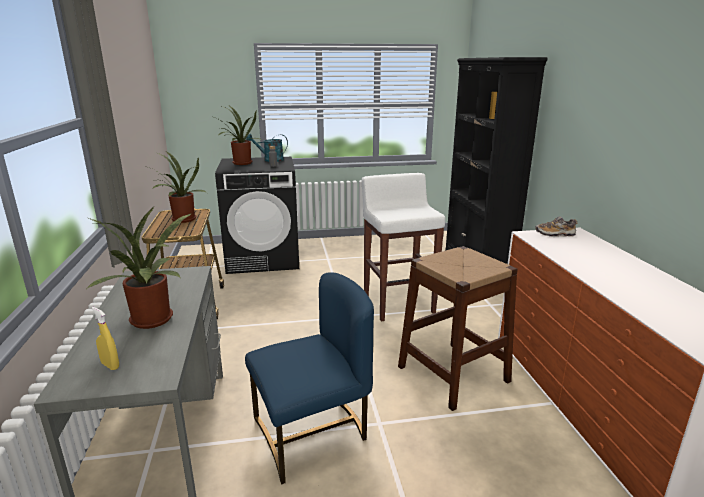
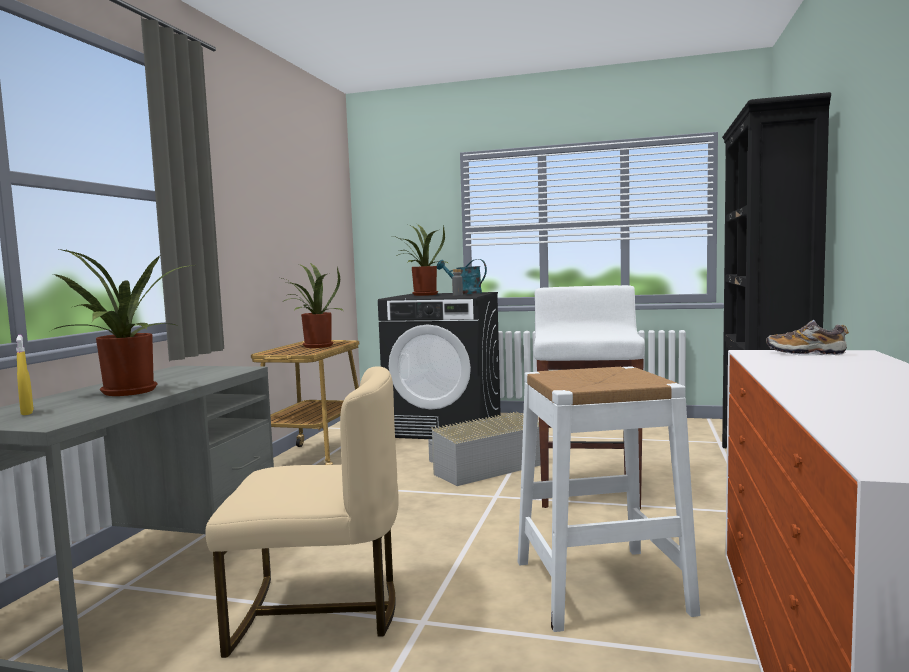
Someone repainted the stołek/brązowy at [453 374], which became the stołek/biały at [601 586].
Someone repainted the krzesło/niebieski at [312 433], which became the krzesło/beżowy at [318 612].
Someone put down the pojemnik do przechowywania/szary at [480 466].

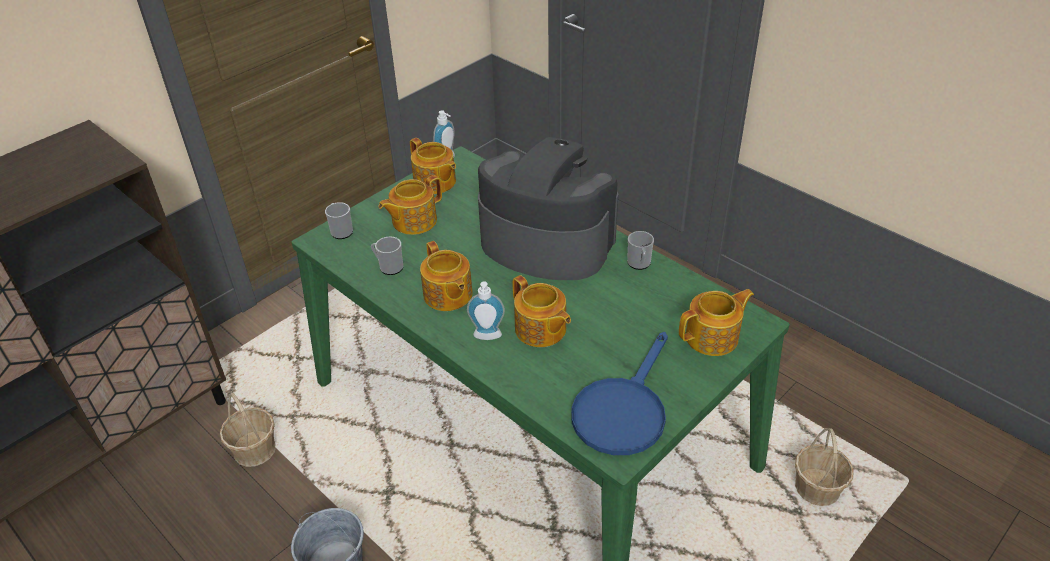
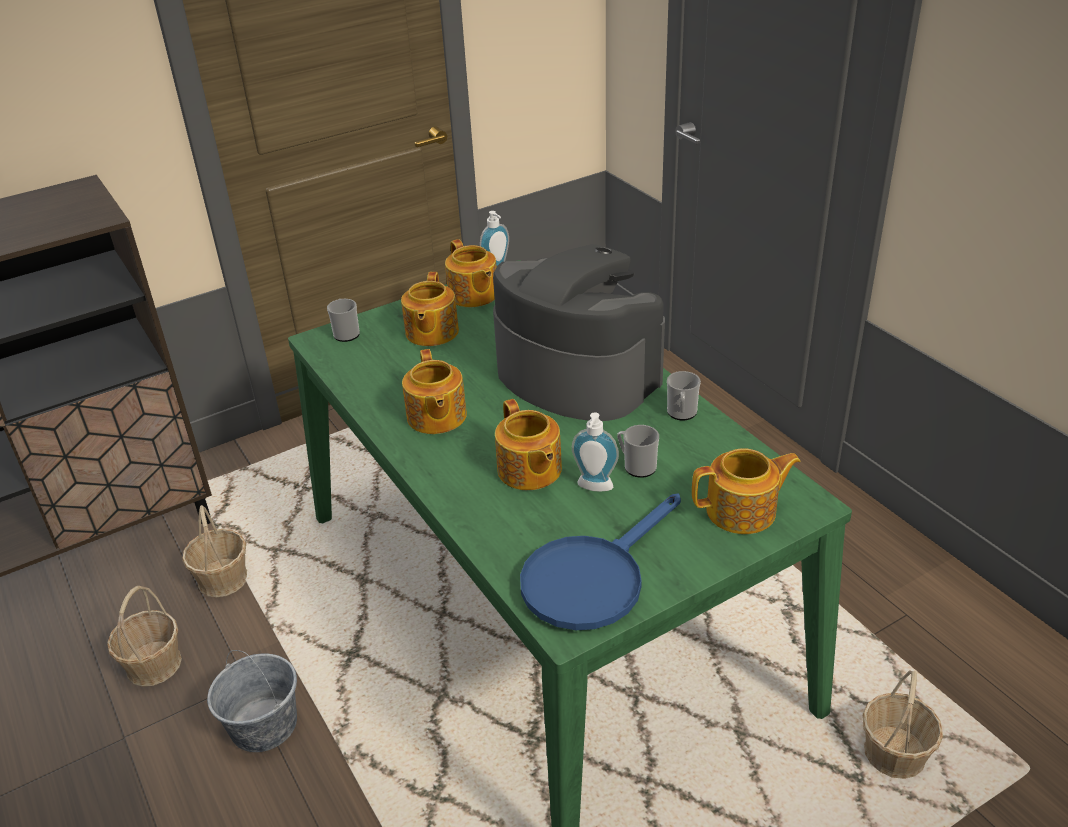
Someone rotated the imbryk at [413 221] by 60 degrees counterclockwise.
Someone carried the kubek from [389 267] to [636 466].
Someone carried the dozownik mydła from [487 337] to [594 488].
Someone put down the koszyk at [153 665].

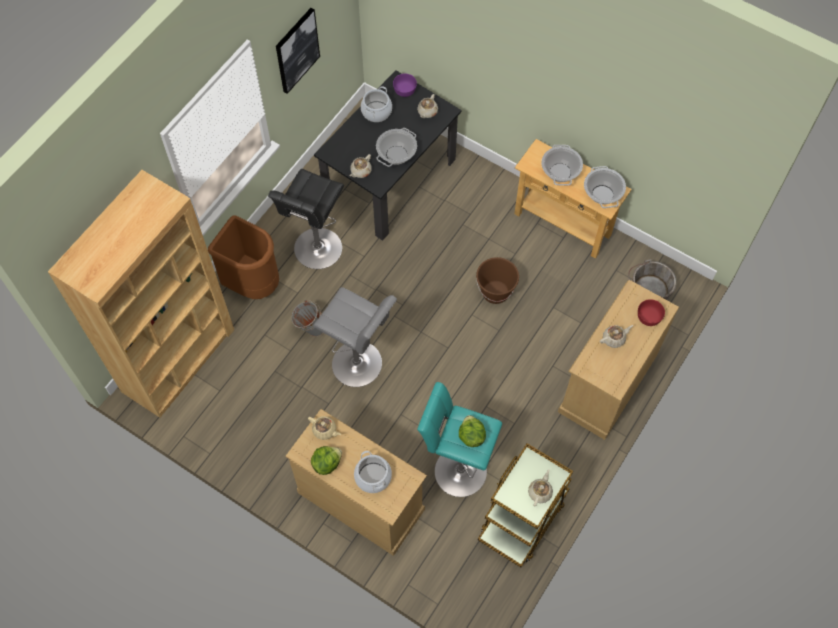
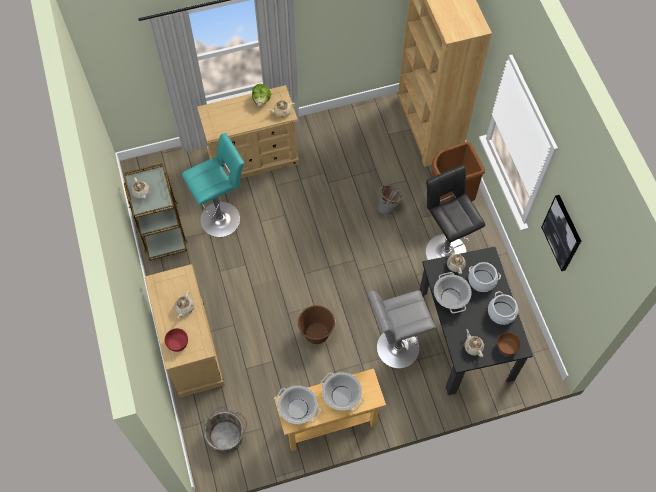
Someone repainted the miska/fioletowy at [404 90], which became the miska/brązowy at [506 346].
Someone carried the stołek/szary from [360 365] to [394 349].
Someone took away the sałata at [471 436].
Someone carried the garnek from [373 477] to [482 280].

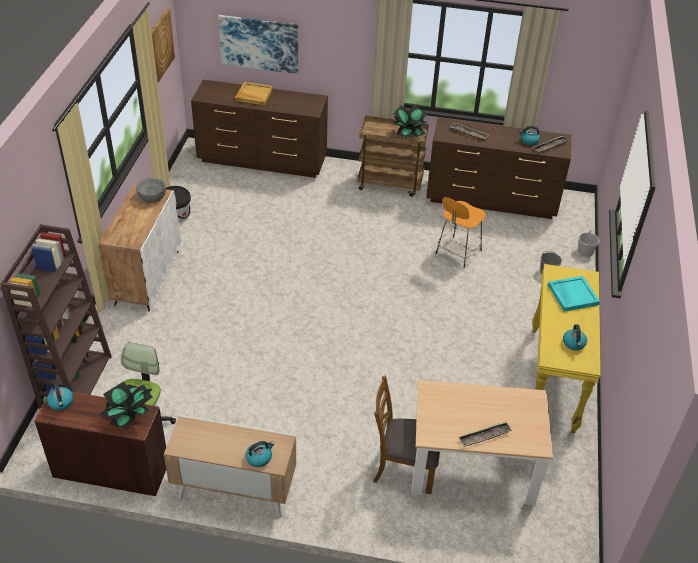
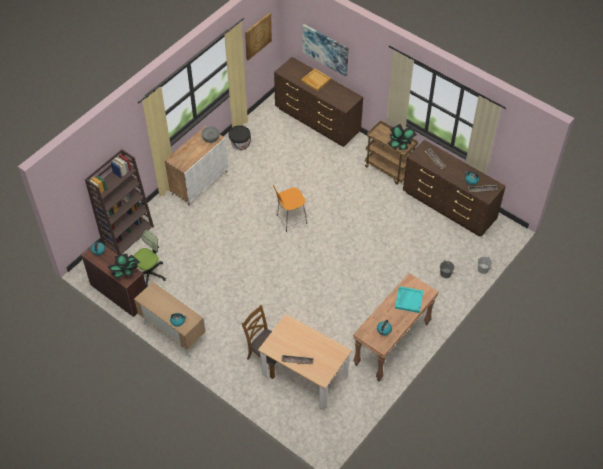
Someone carried the stołek/pomarańczowy from [457 252] to [290 220].
Someone repainted the stolik konsolowy/żółty at [553 379], which became the stolik konsolowy/brązowy at [392 345].

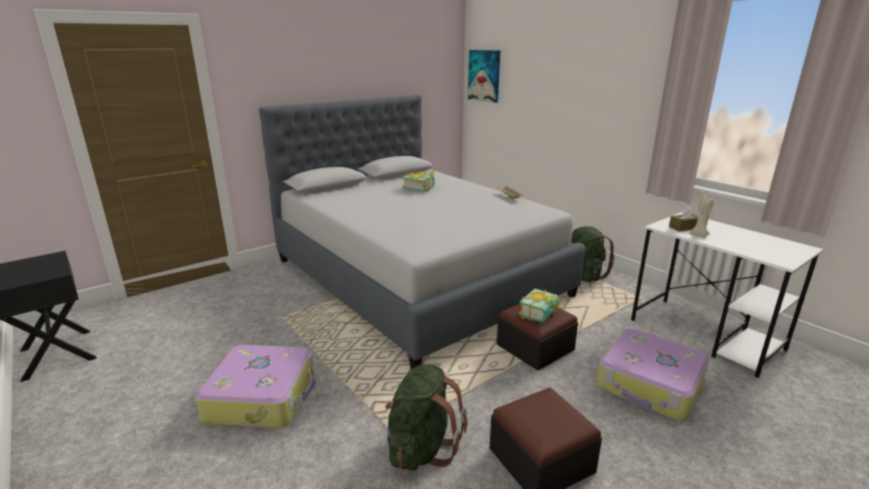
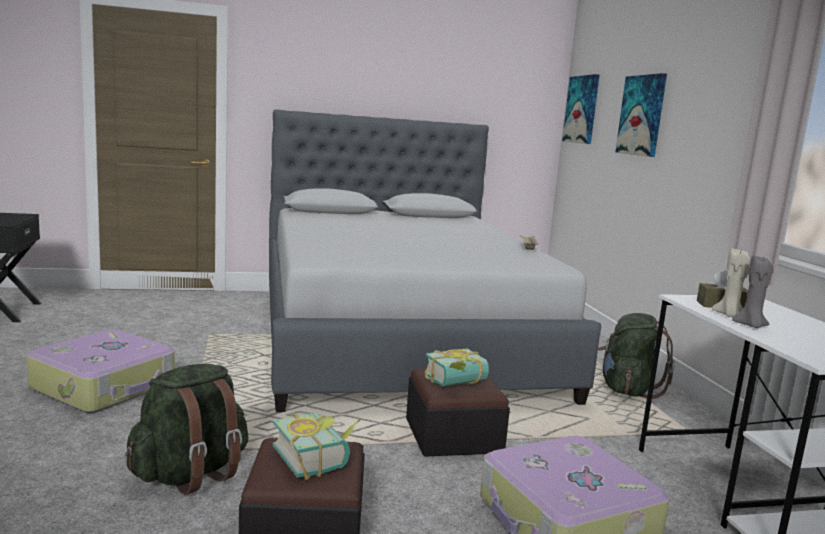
Someone carried the książka from [420 188] to [317 458].
Someone put up the obraz at [642 115].
Someone put down the świeca/szary at [750 325].

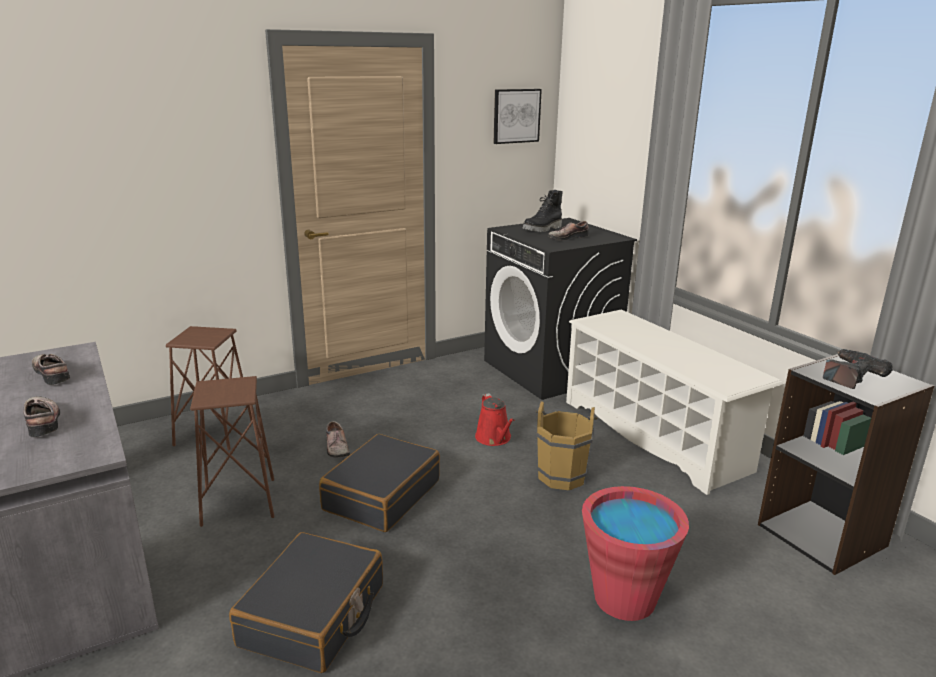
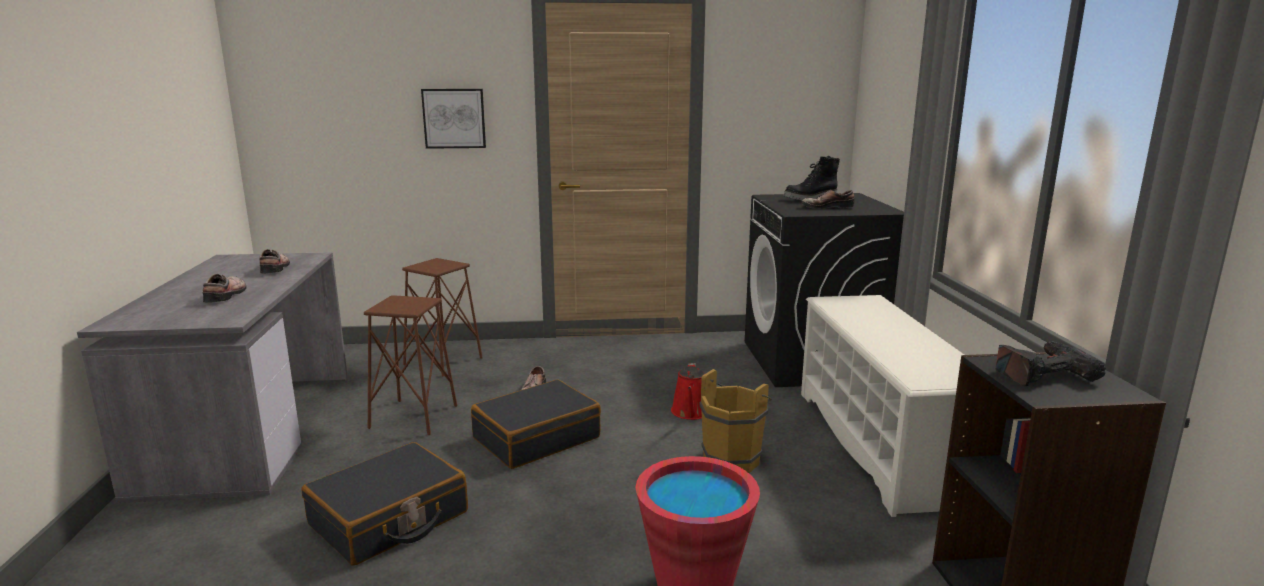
Someone carried the obraz from [516 116] to [454 118].

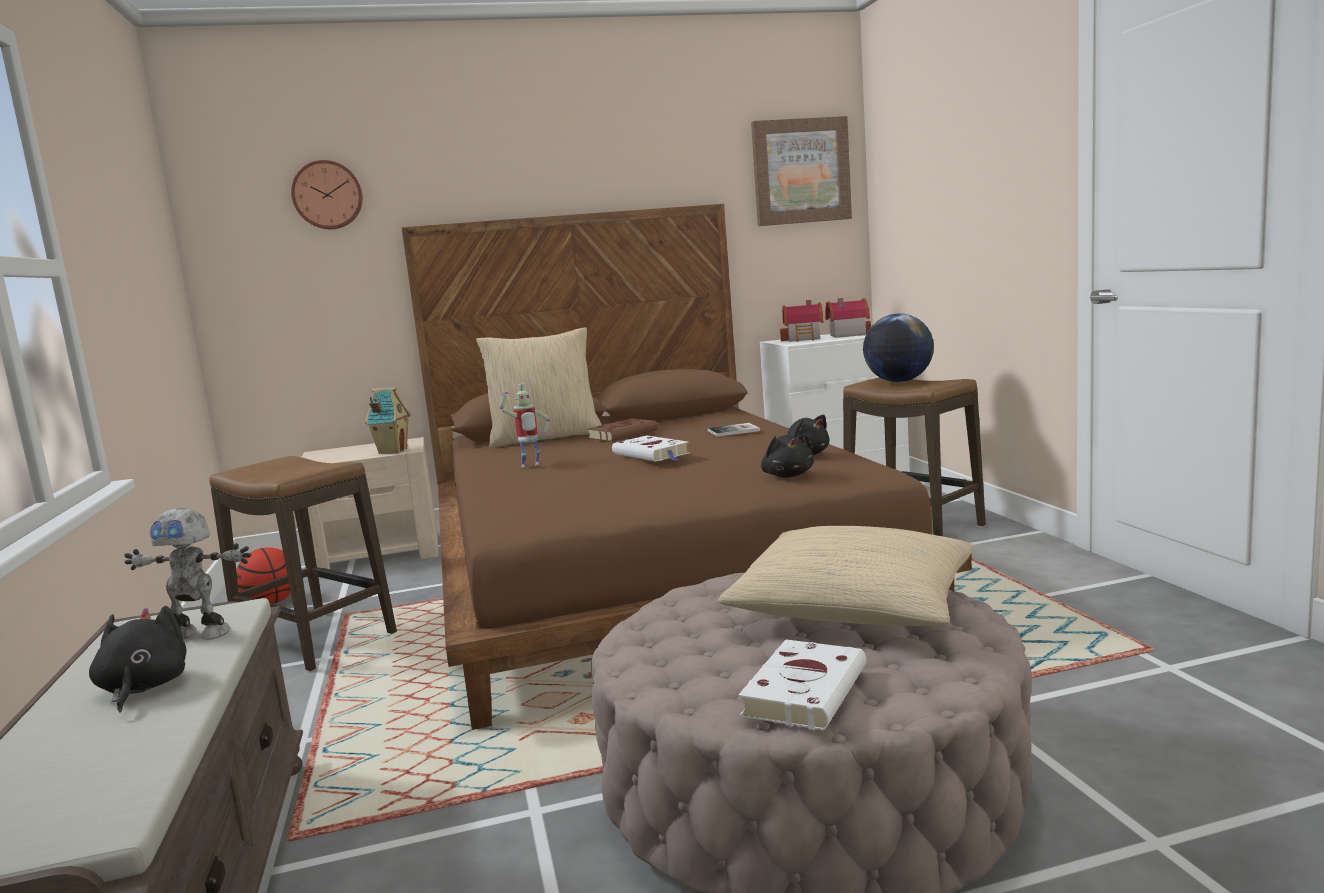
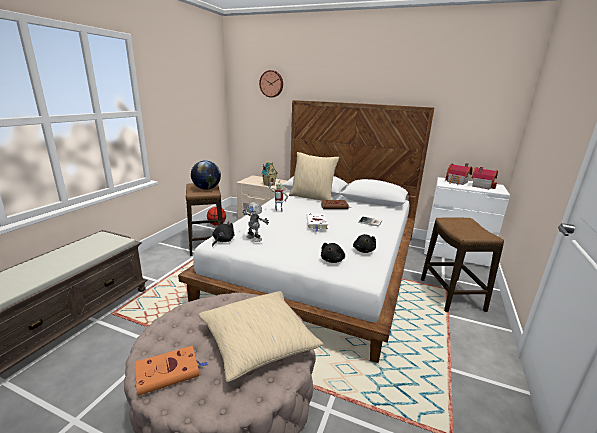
Someone took away the obraz at [801 171].
Someone repainted the łóżko/brązowy at [648 571], which became the łóżko/biały at [320 265].
Someone carried the globus from [899 382] to [206 189].
Someone carried the robot zabawkowy from [200 633] to [254 238].
Someone carried the pluszak/czarny from [143 688] to [222 241].
Someone repainted the książka/biały at [806 690], which became the książka/pomarańczowy at [170 372].

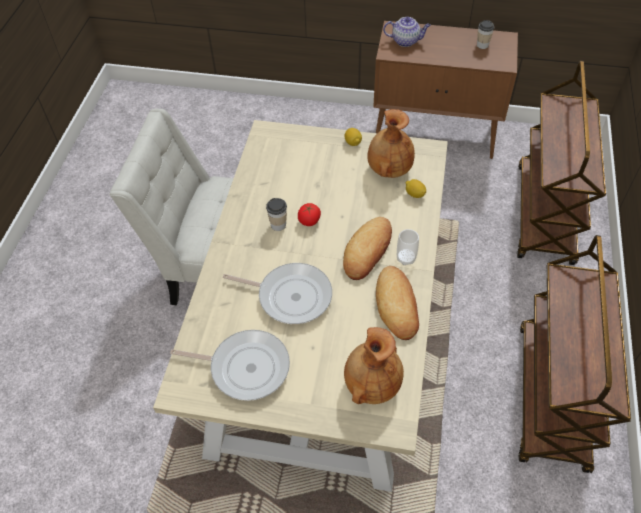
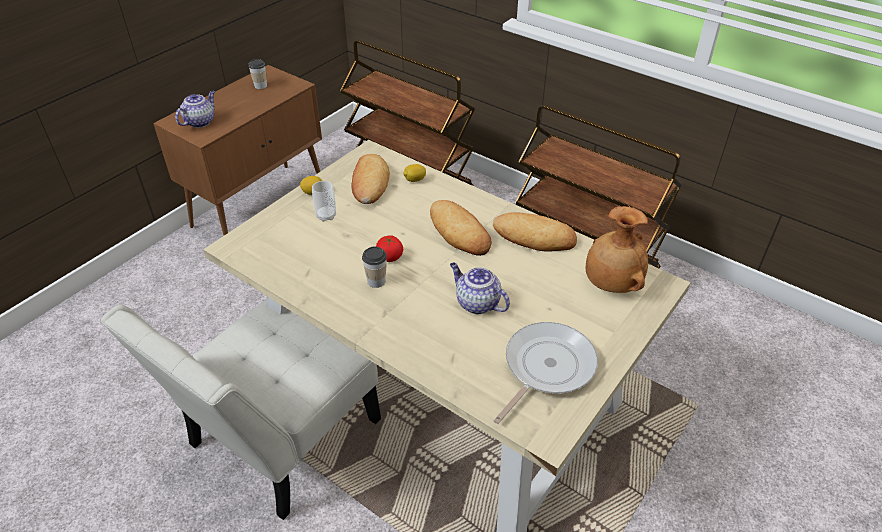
Someone swapped the wazon/brązowy at [388 169] for the chleb at [369 183].
Someone carried the filiżanka from [406 258] to [326 216].
Someone swapped the patelnia at [290 296] for the imbryk at [476 303].

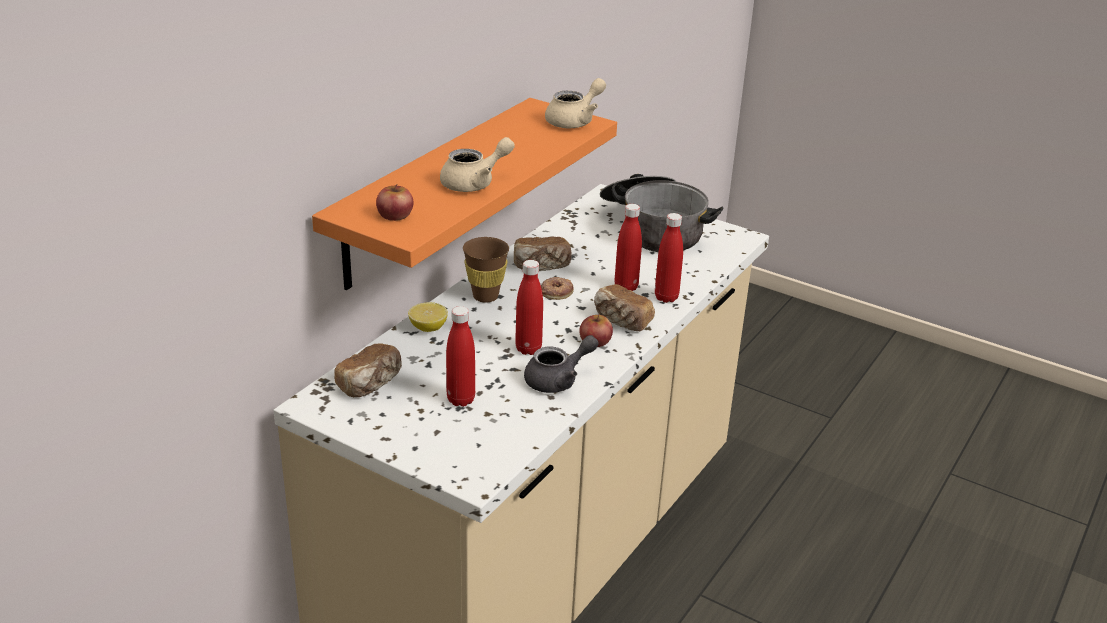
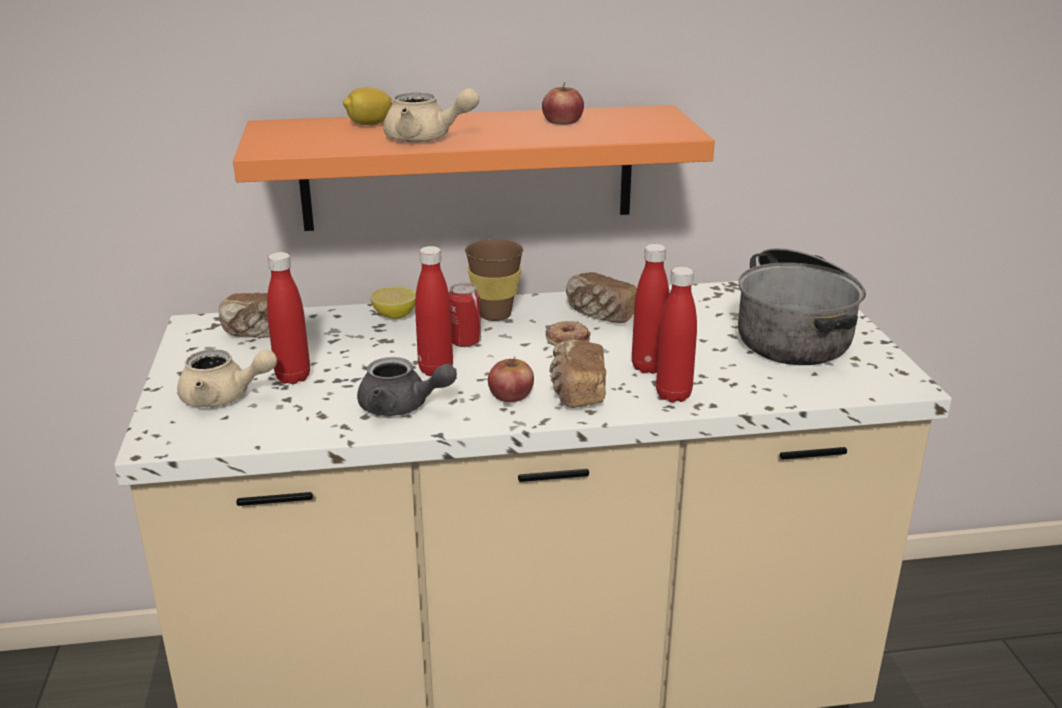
Someone carried the imbryk/beżowy from [575 121] to [224 397].
Someone carried the jabłko from [395 215] to [562 121].
Someone put down the cytryna at [369 124].
Someone put down the puszka at [465 342].

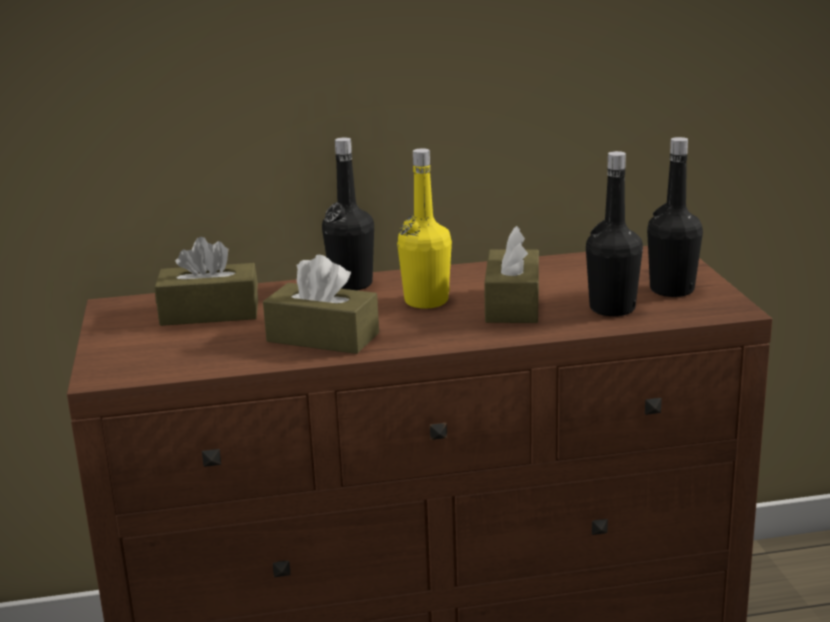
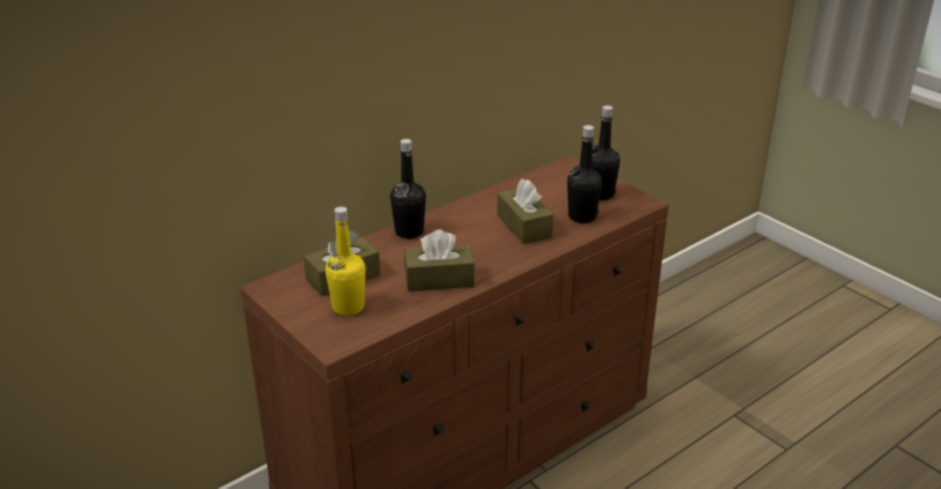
Someone carried the butelka/żółty from [426 301] to [348 307].

